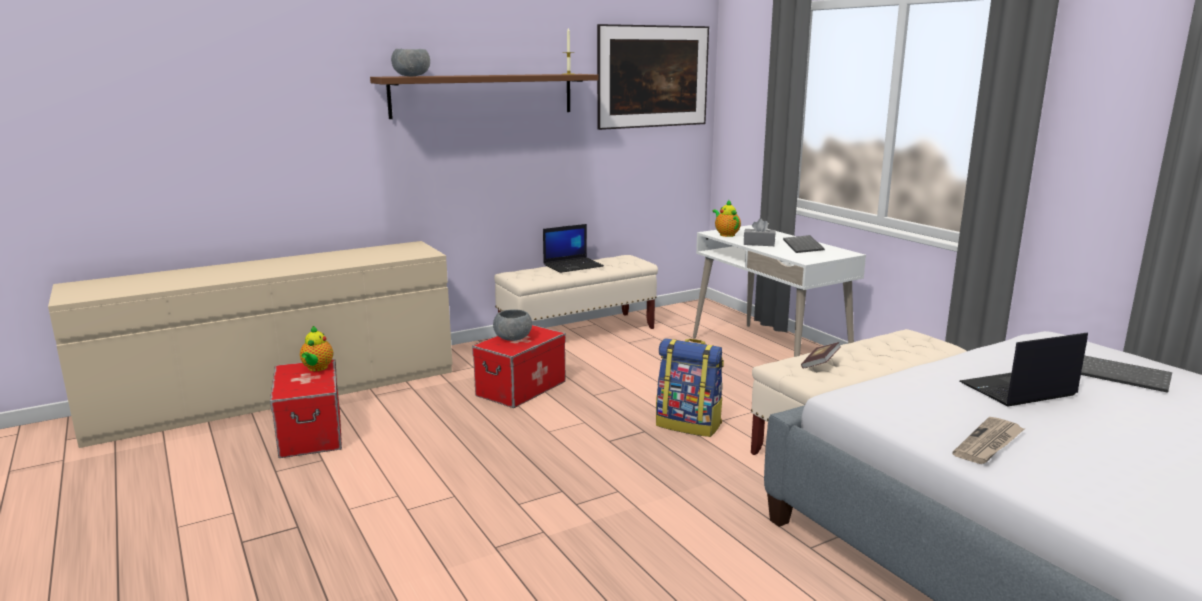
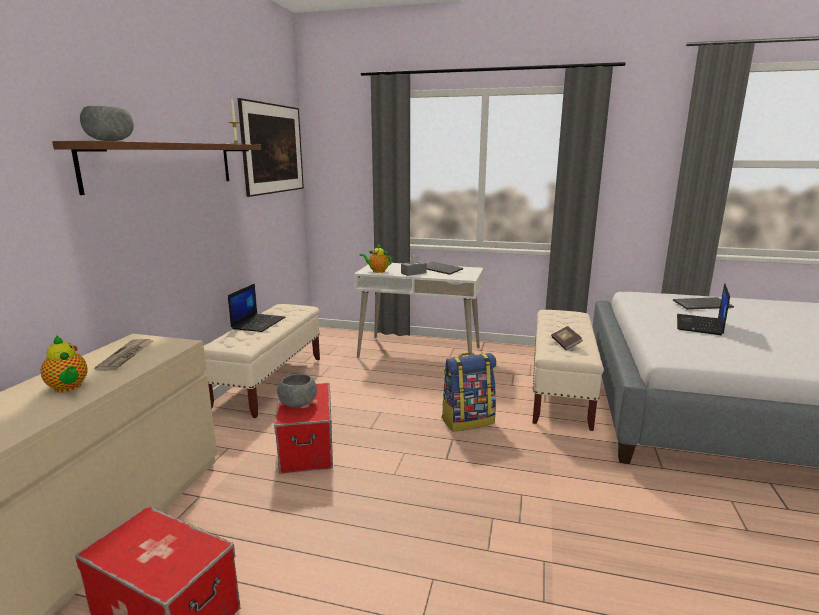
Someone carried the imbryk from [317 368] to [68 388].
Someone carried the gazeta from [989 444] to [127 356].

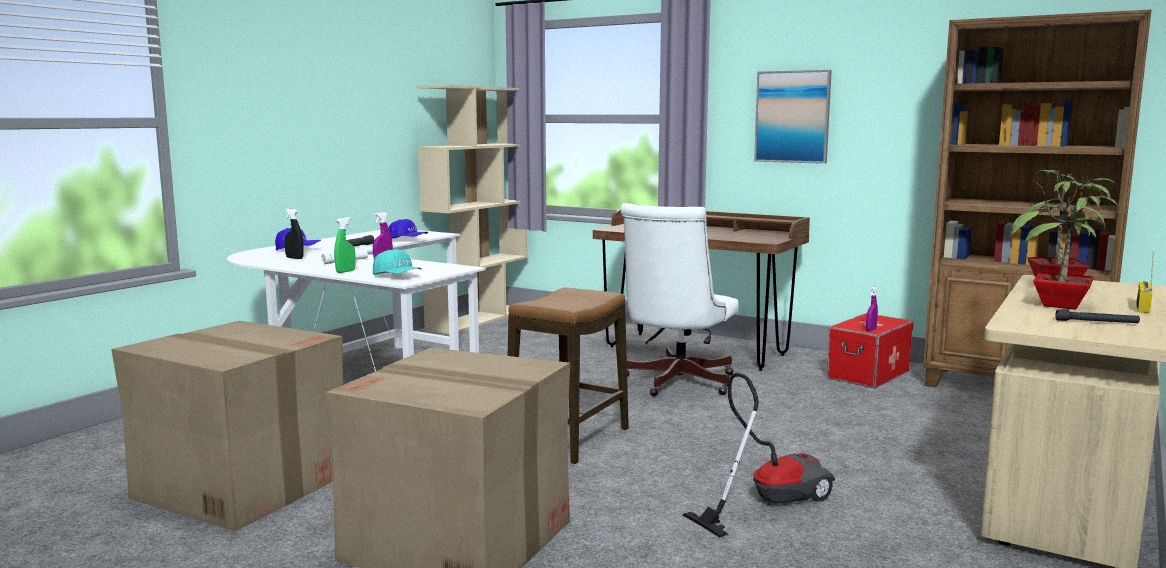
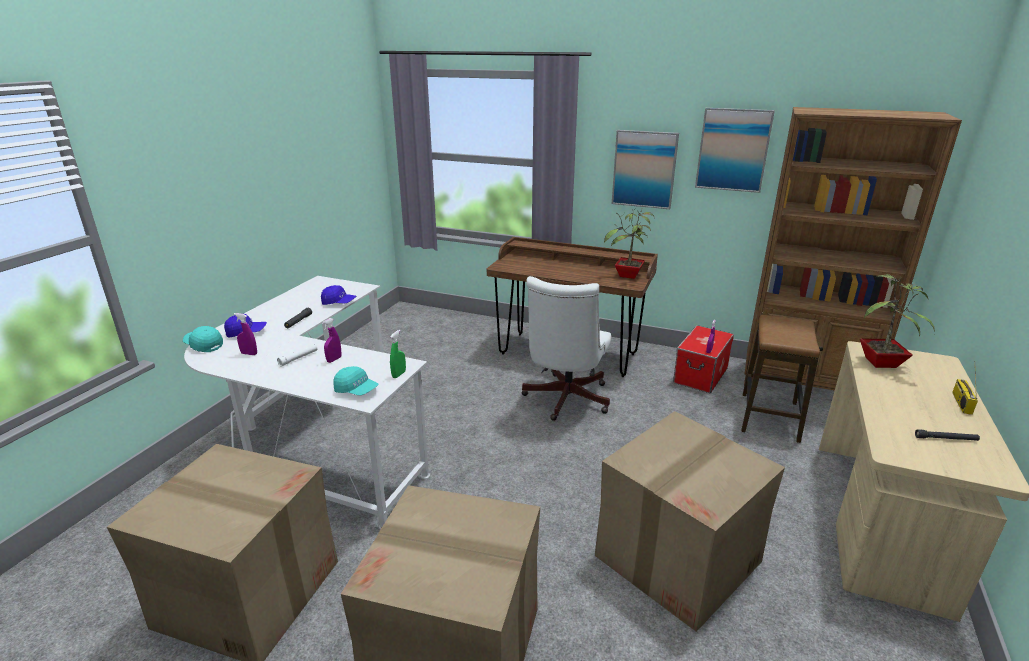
Someone took away the regał/beżowy at [478 319].
Someone carried the roślina doniczkowa from [1060 306] to [628 276].
Someone repainted the spryskiwacz/czarny at [294 258], which became the spryskiwacz/fioletowy at [249 354].
Someone carried the spryskiwacz/zielony from [345 271] to [399 374].
Someone carried the stołek from [568 439] to [769 417].
Someone swapped the odkurzacz at [767 501] for the karton at [678 557].
Someone put up the obraz at [733 150].
Someone put down the czapka z daszkiem/turkusowy at [203 345].

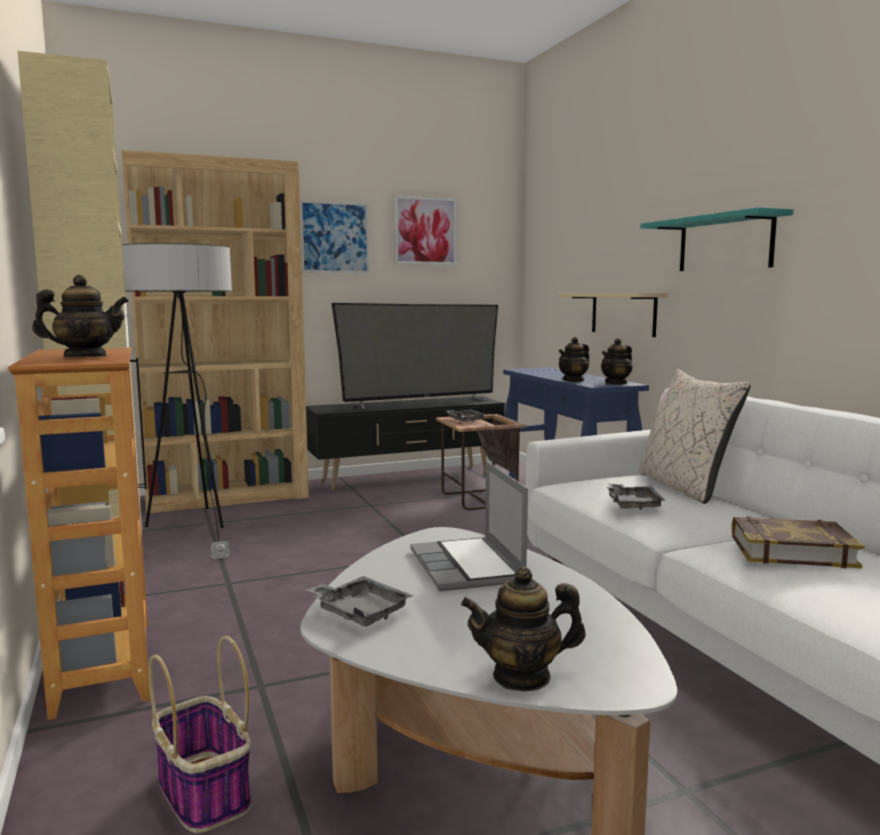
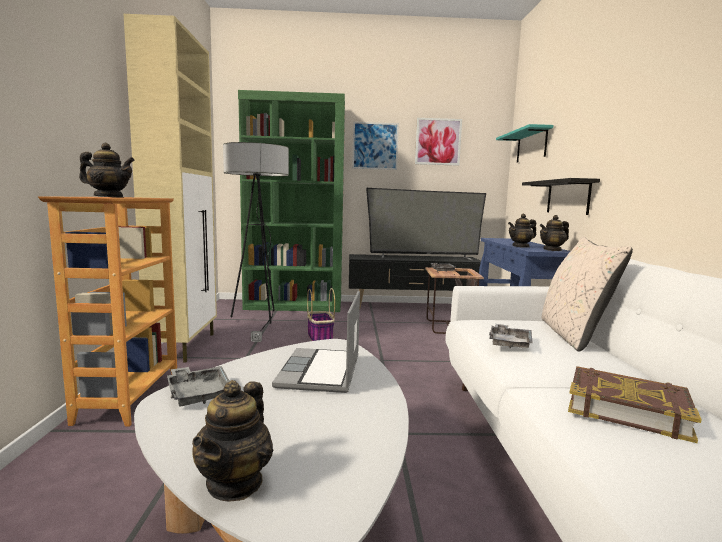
Someone repainted the regał/brązowy at [227 496], which became the regał/zielony at [294 306].
Someone carried the półka/turkusowy from [725 243] to [531 146].
Someone repainted the półka/beżowy at [623 313], which became the półka/czarny at [568 197].
Someone rotated the imbryk at [522 676] by 90 degrees counterclockwise.
Someone carried the koszyk from [202 792] to [320 337].

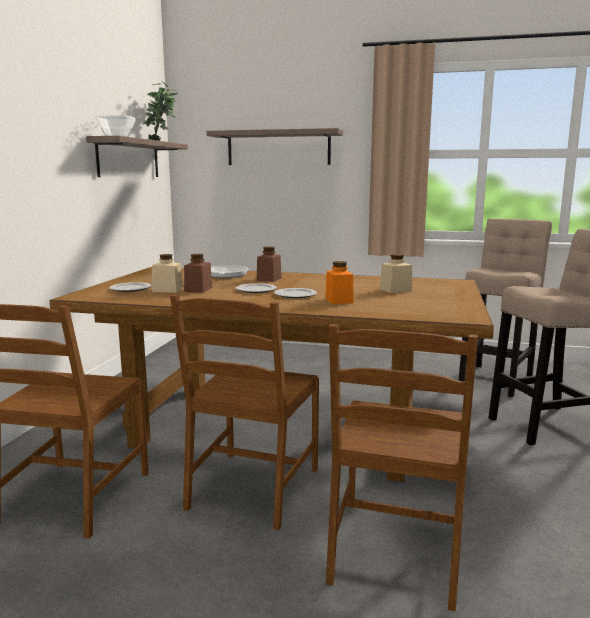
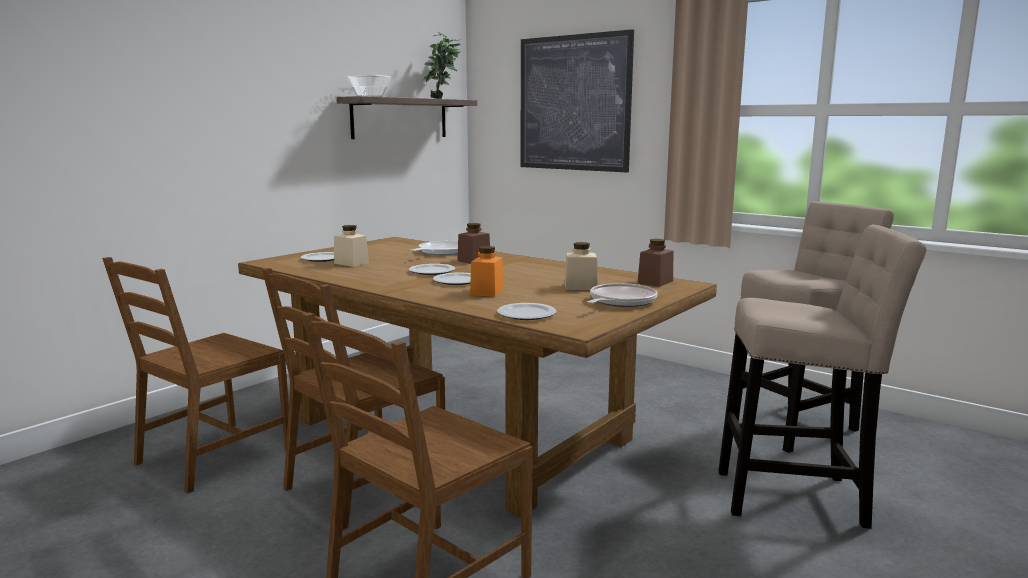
Someone swapped the półka at [278 148] for the obraz at [574 103].
Someone carried the słoik/brązowy from [198 289] to [655 282].
Someone put down the patelnia at [620 301].
Someone put down the talerz at [526 314].

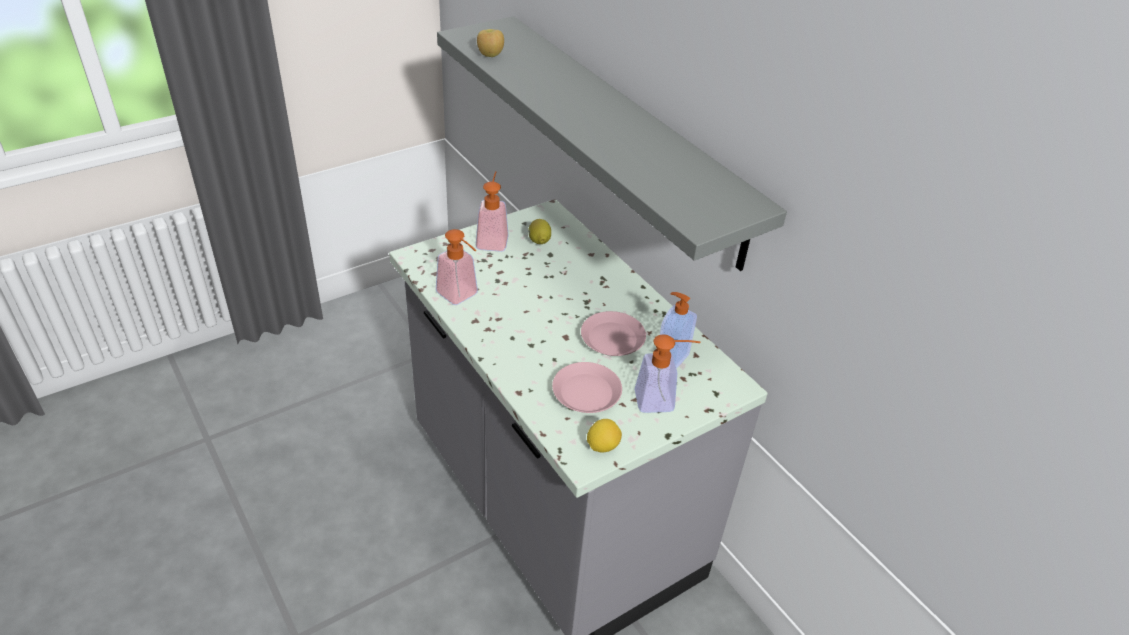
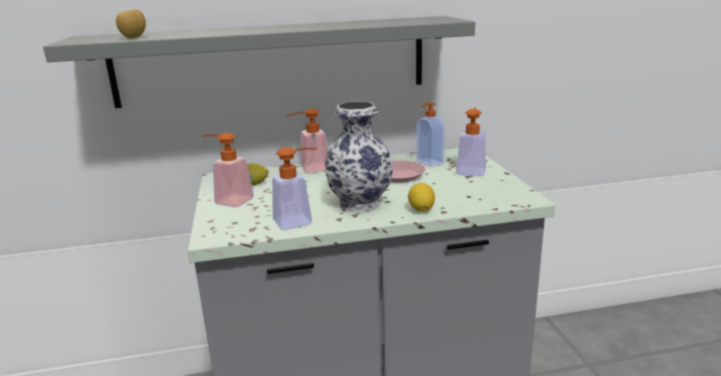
Someone took away the talerz/różowy at [586 392].
Someone carried the cytryna from [602 446] to [421 210].
Someone put down the wazon at [360 202].
Someone put down the dozownik mydła at [309 169].

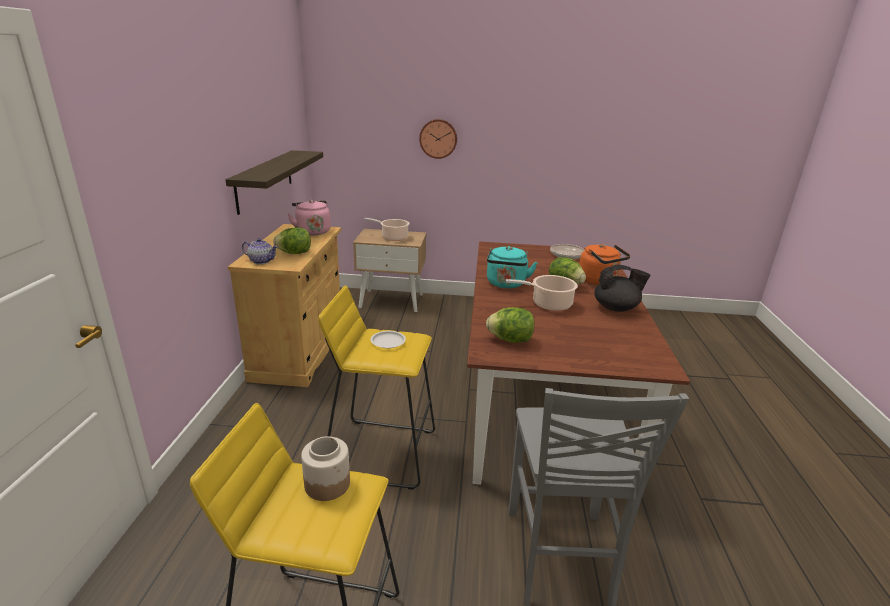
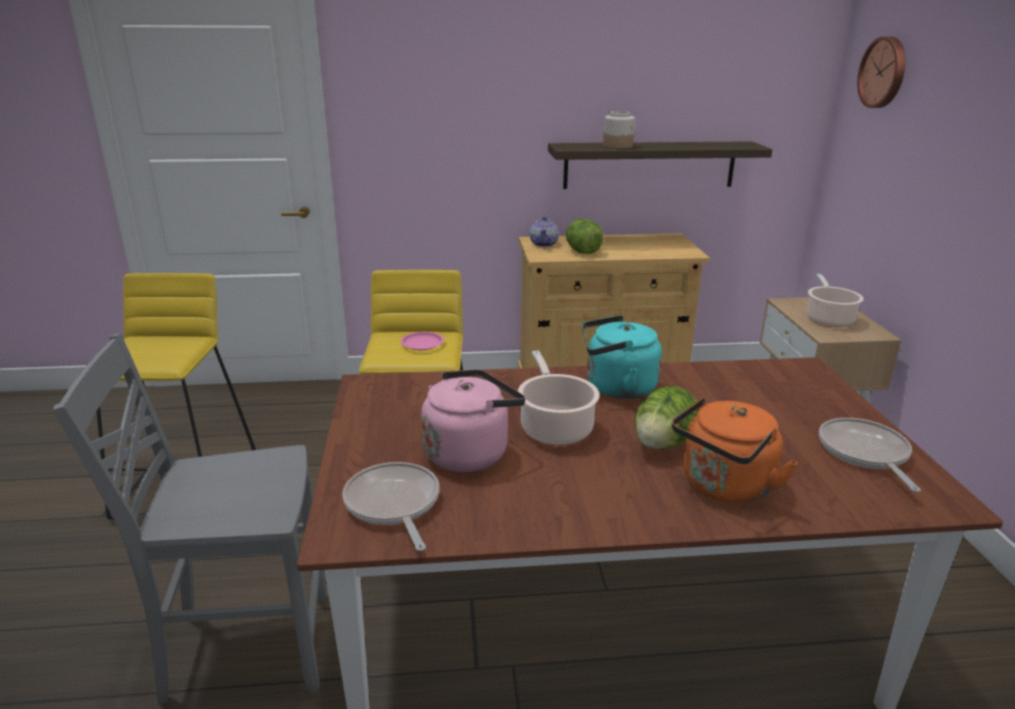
Someone carried the zegar ścienny from [438 138] to [884 72].
Someone carried the czajnik/różowy from [312 231] to [470 452].
Someone took away the imbryk/czarny at [616 308].
Someone took away the sałata at [510 340].
Someone repainted the talerz/biały at [388 342], which became the talerz/różowy at [422 344].
Someone carried the słoik from [327 484] to [618 146].
Someone put down the patelnia at [393 505].

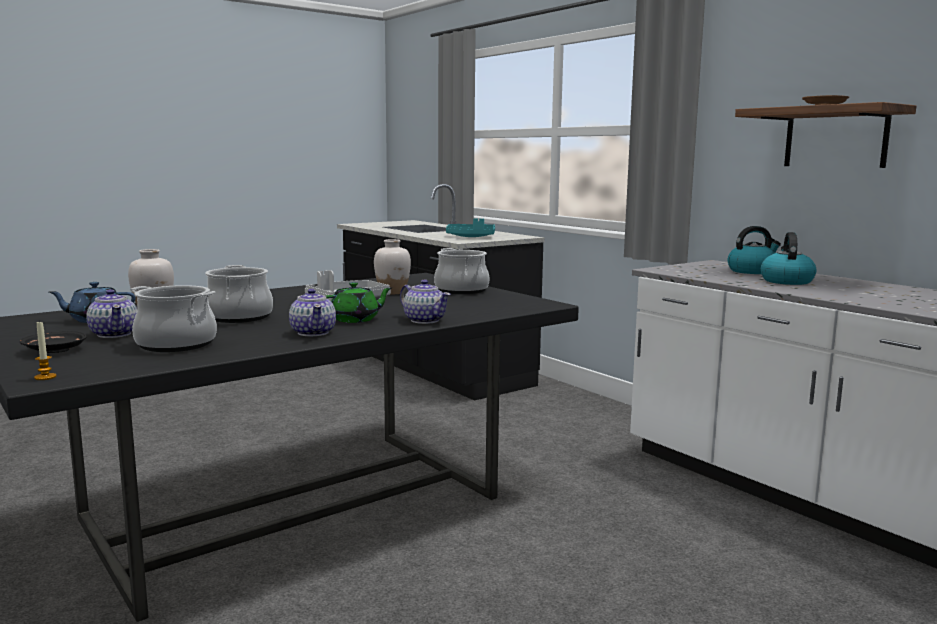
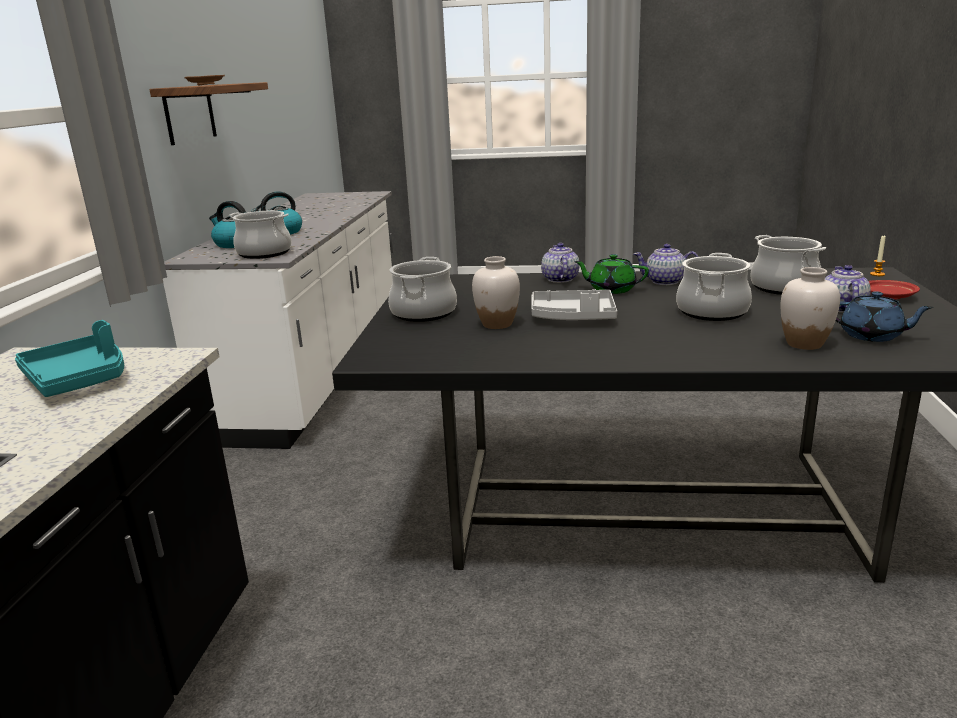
Someone rotated the imbryk at [313 332] by 105 degrees counterclockwise.
Someone repainted the talerz/czarny at [54 350], which became the talerz/czerwony at [888 297].
Someone put down the garnek at [264 253].

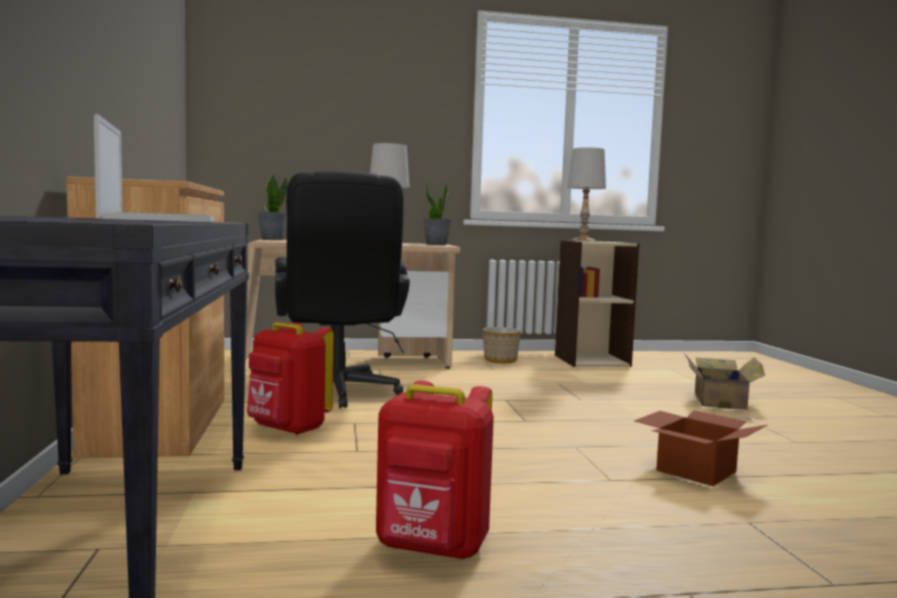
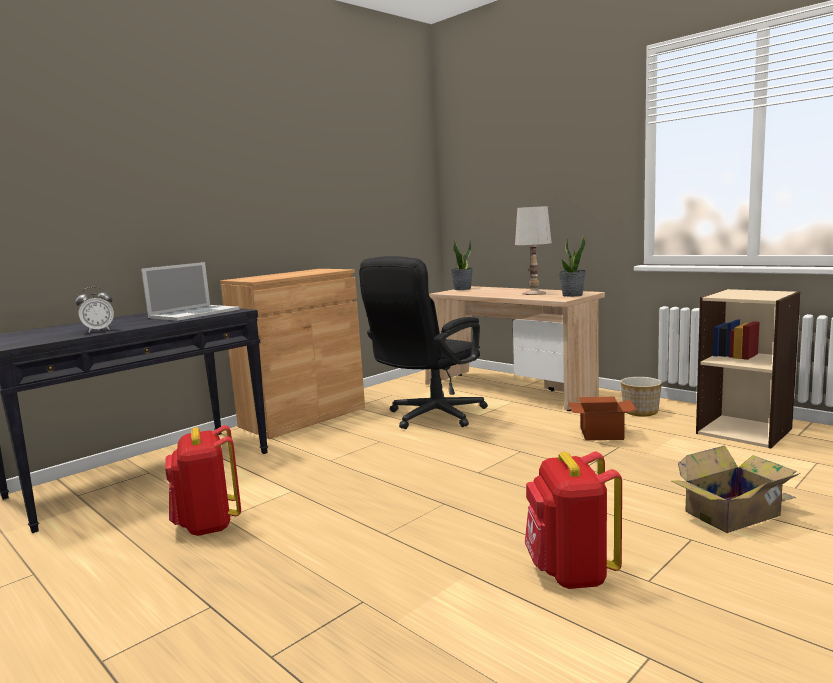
Someone took away the lampa stołowa/biały at [583 240].
Someone carried the plecak/czerwony from [288 429] to [570 573].
Someone carried the karton from [695 470] to [602 433].
Someone put down the budzik at [98 331].

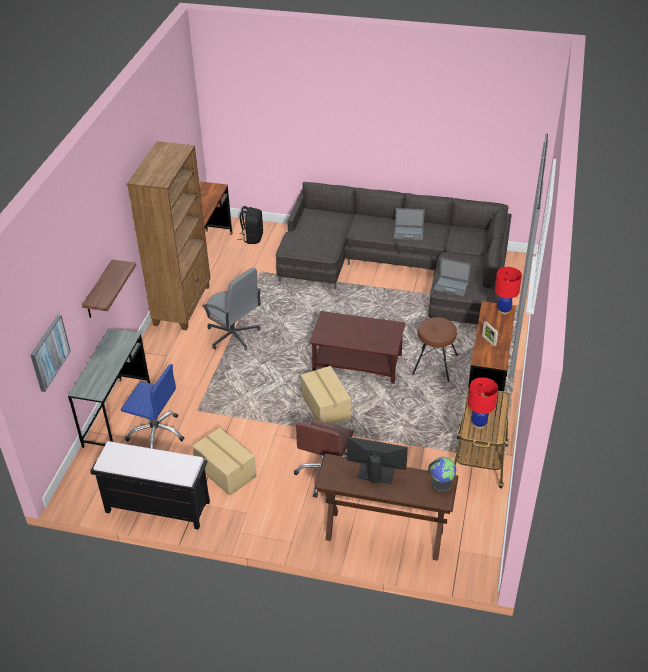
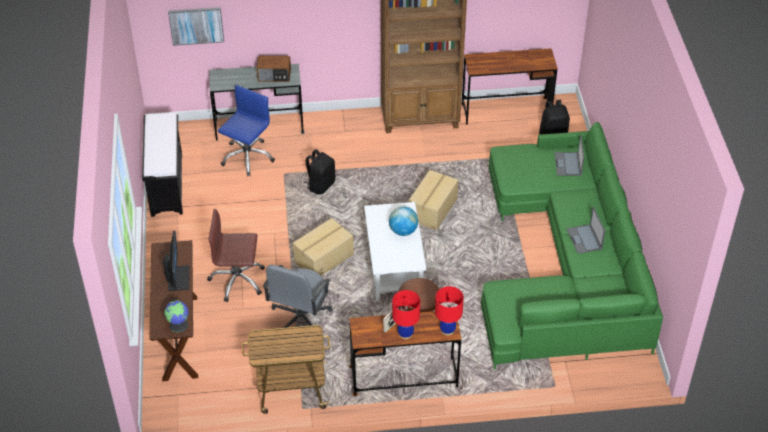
Someone repainted the kanapa/szary at [401 269], which became the kanapa/zielony at [566 266].
Someone carried the laptop from [451 286] to [568 164].
Someone took away the półka at [99 290].
Someone carried the krzesło biurowe/szary from [233 335] to [300 318].
Someone repainted the ława/brązowy at [358 363], which became the ława/biały at [394 267].
Someone rotated the krzesło biurowe/niebieski at [156 433] by 150 degrees counterclockwise.
Someone carried the lampa stołowa/czerwony from [479 423] to [405 334].
Someone carried the karton from [226 470] to [433 209].
Someone put down the radio at [274 76].
Someone put down the plecak/czarny at [320 185].
Someone put down the globus at [403 231].

